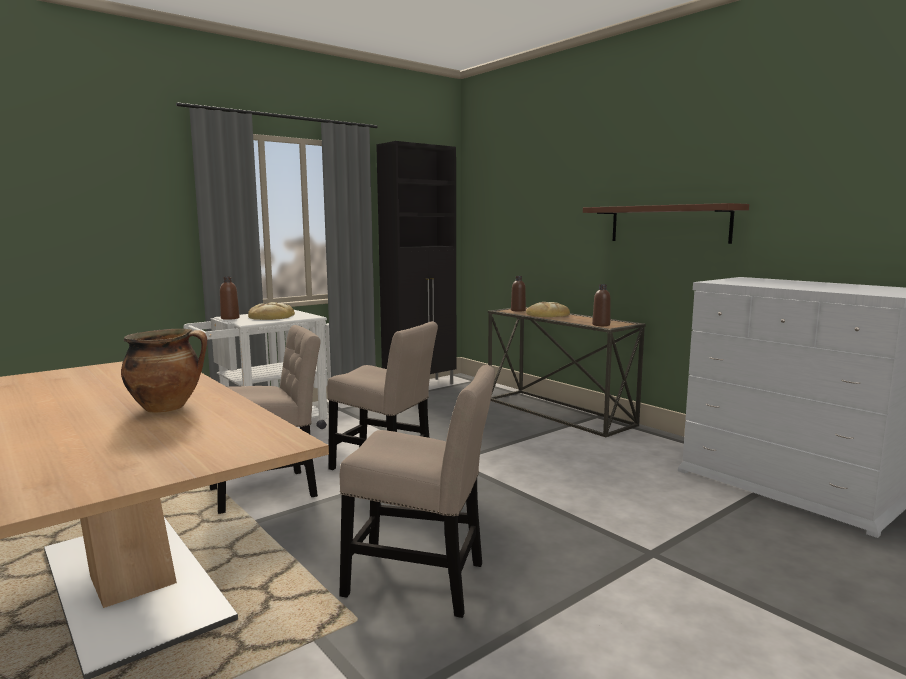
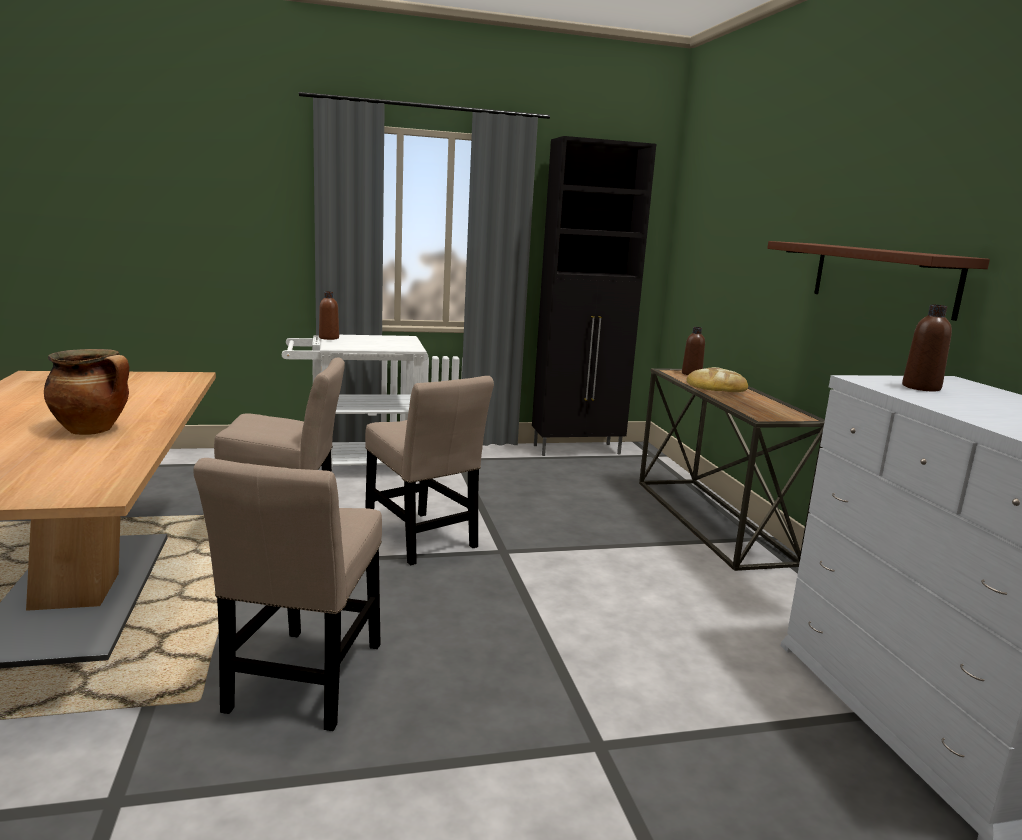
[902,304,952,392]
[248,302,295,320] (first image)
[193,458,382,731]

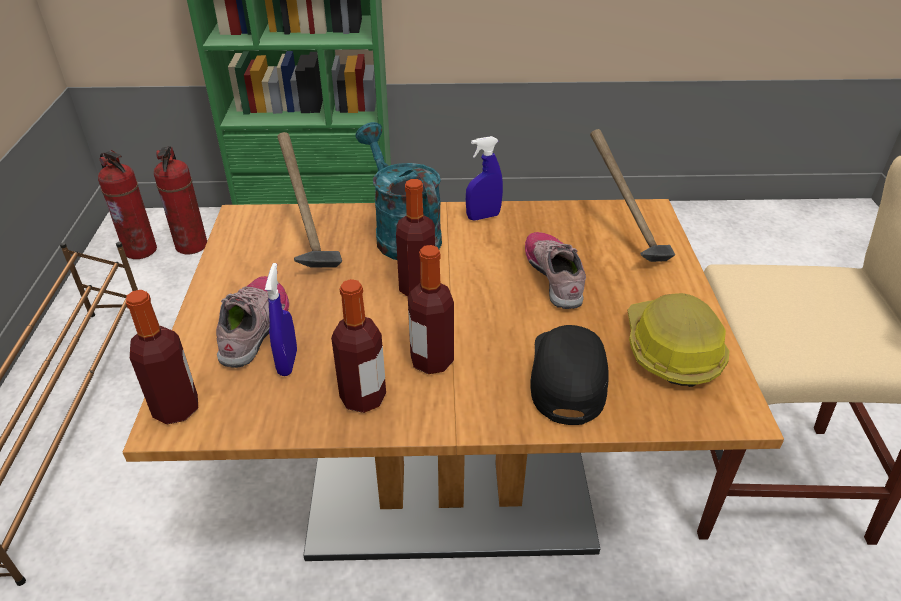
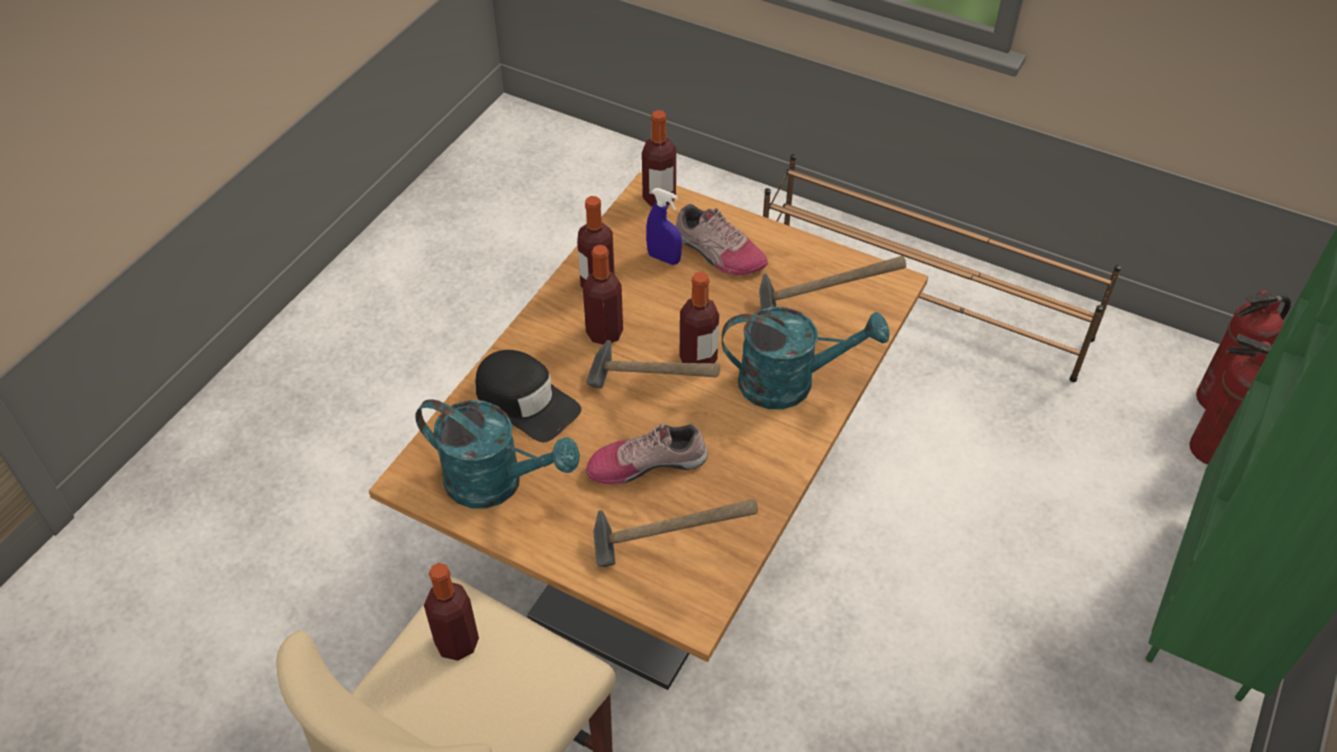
[466,136,503,221] (first image)
[586,423,708,485]
[415,399,580,509]
[586,340,720,388]
[424,563,479,661]

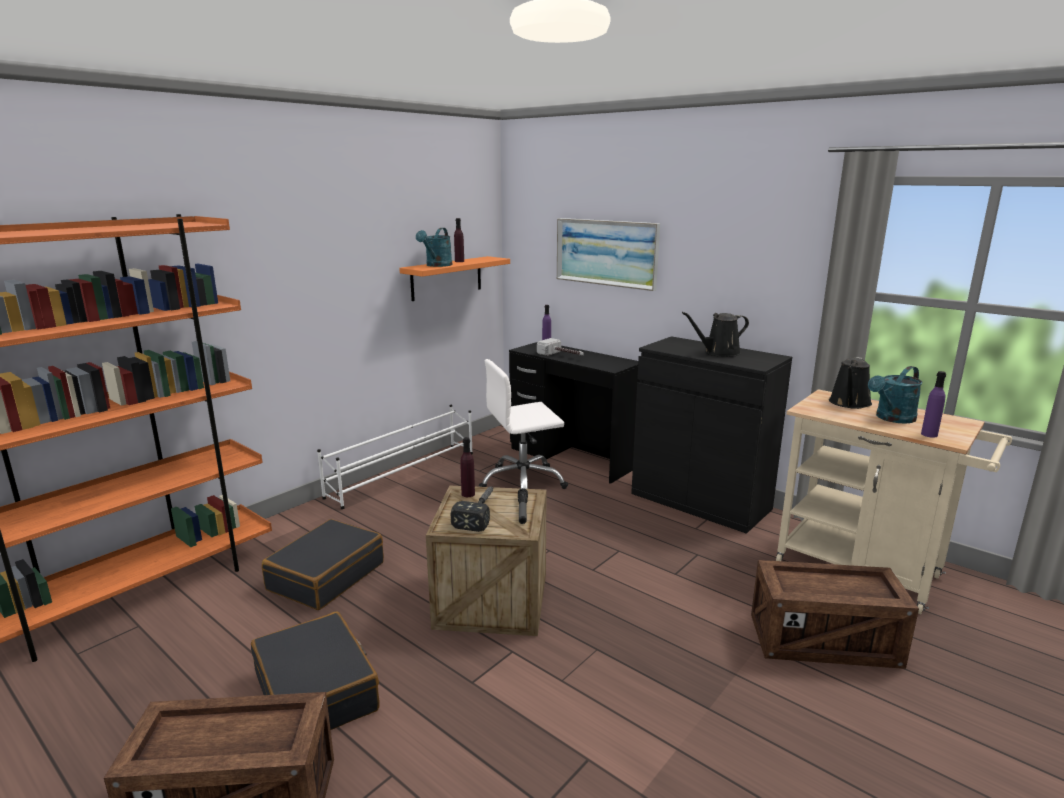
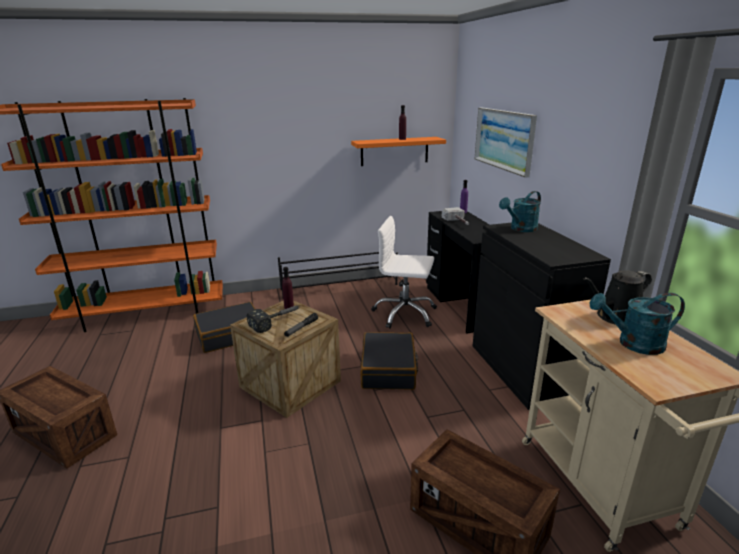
[499,191,541,232]
[682,312,749,356] (first image)
[921,371,946,438] (first image)
[278,252,398,298]
[360,332,419,390]

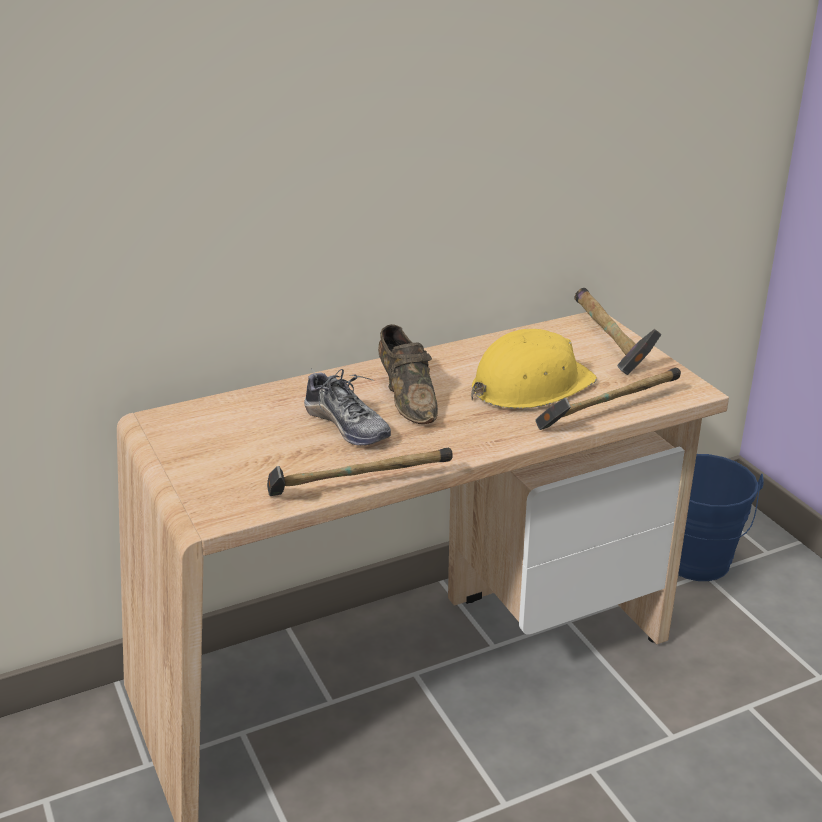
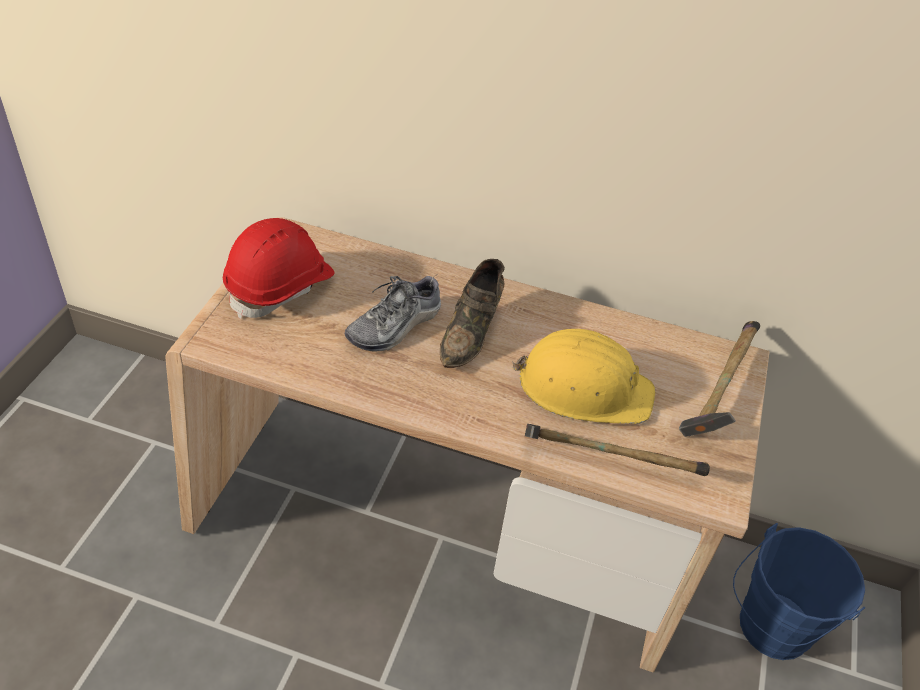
[345,275,441,352]
[267,448,453,496] (first image)
[223,218,335,319]

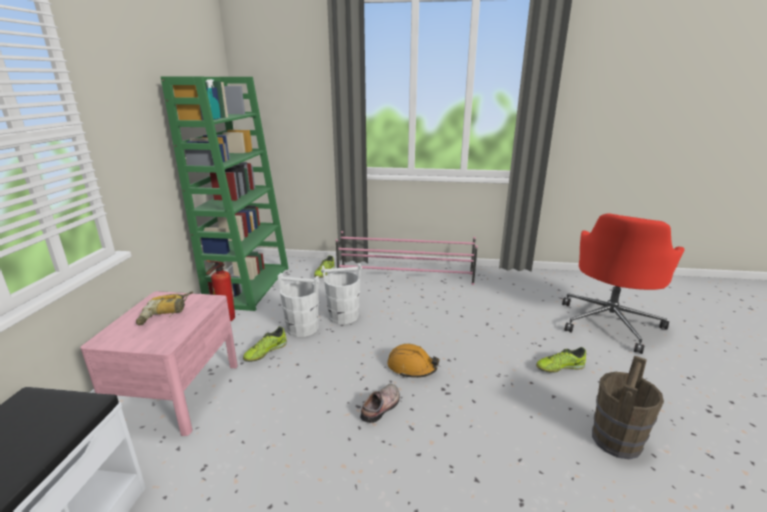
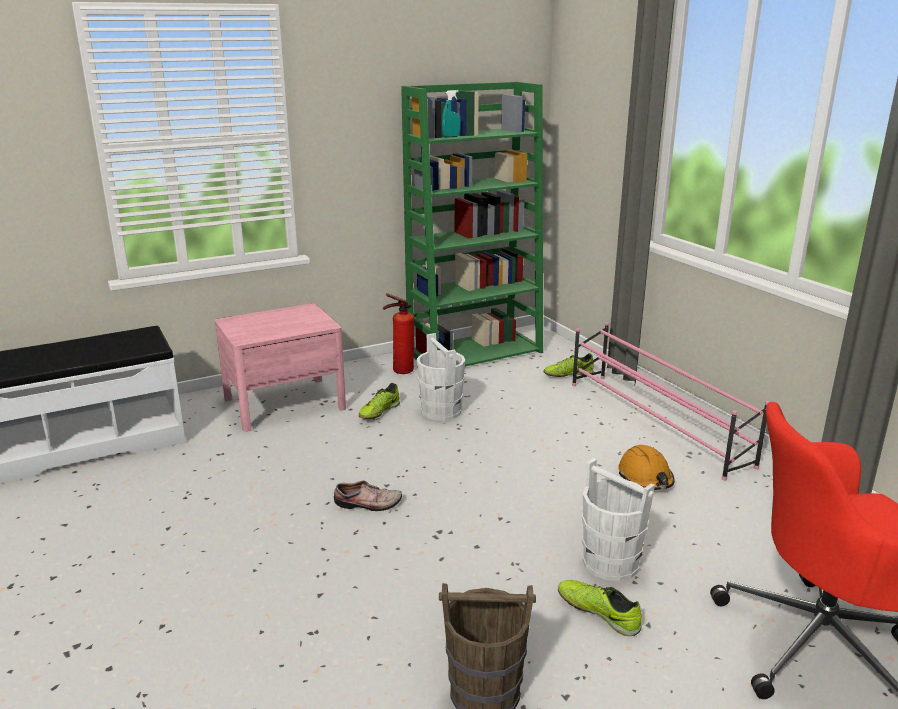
[582,458,655,581]
[136,292,193,325] (first image)
[359,383,400,419]
[618,445,675,490]

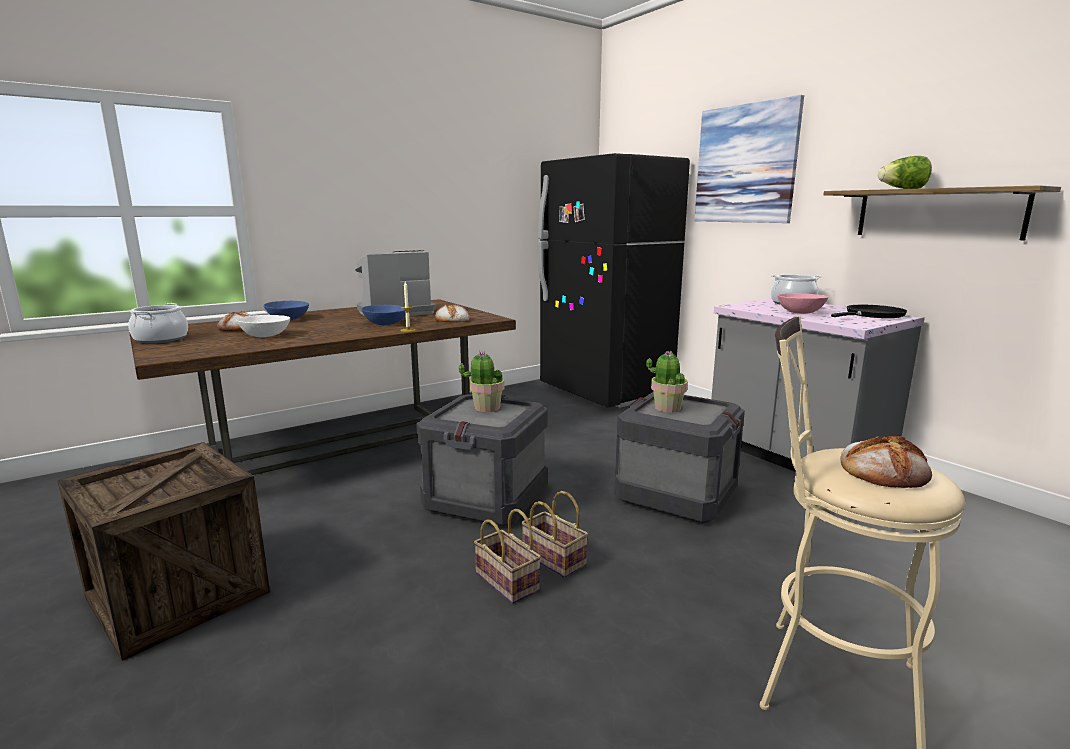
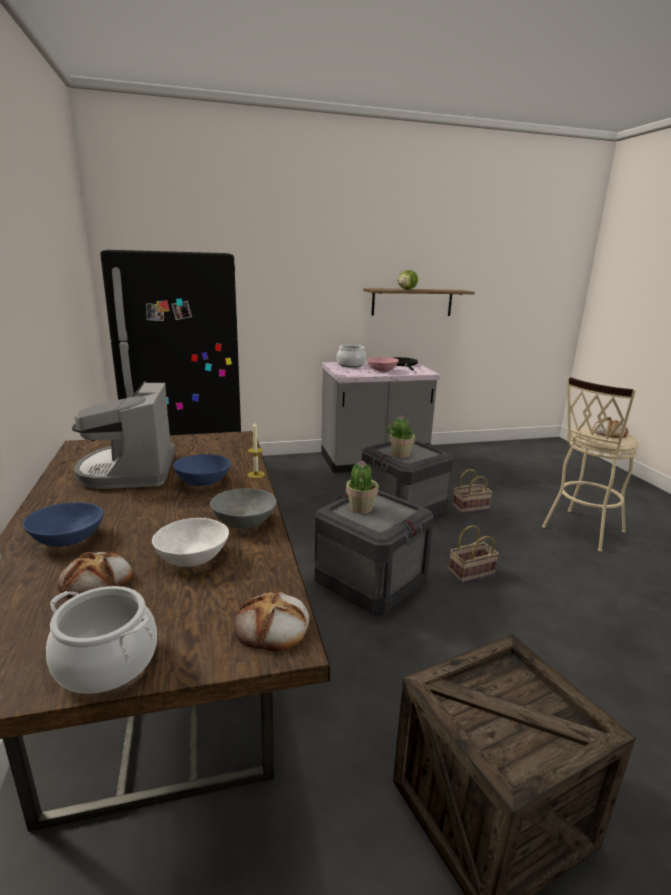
[695,95,804,223] (first image)
[234,591,309,651]
[452,469,492,513]
[210,488,277,528]

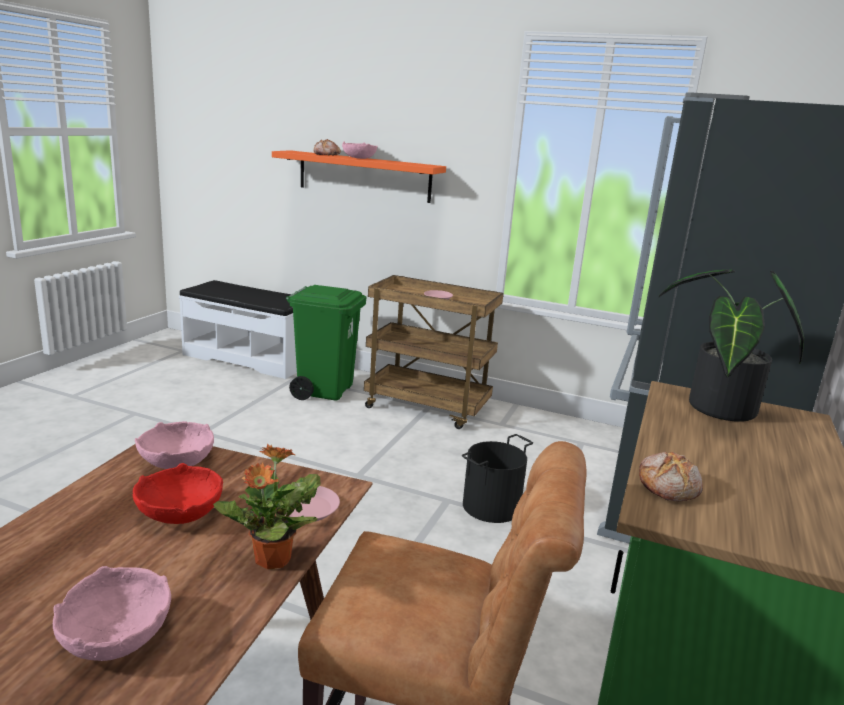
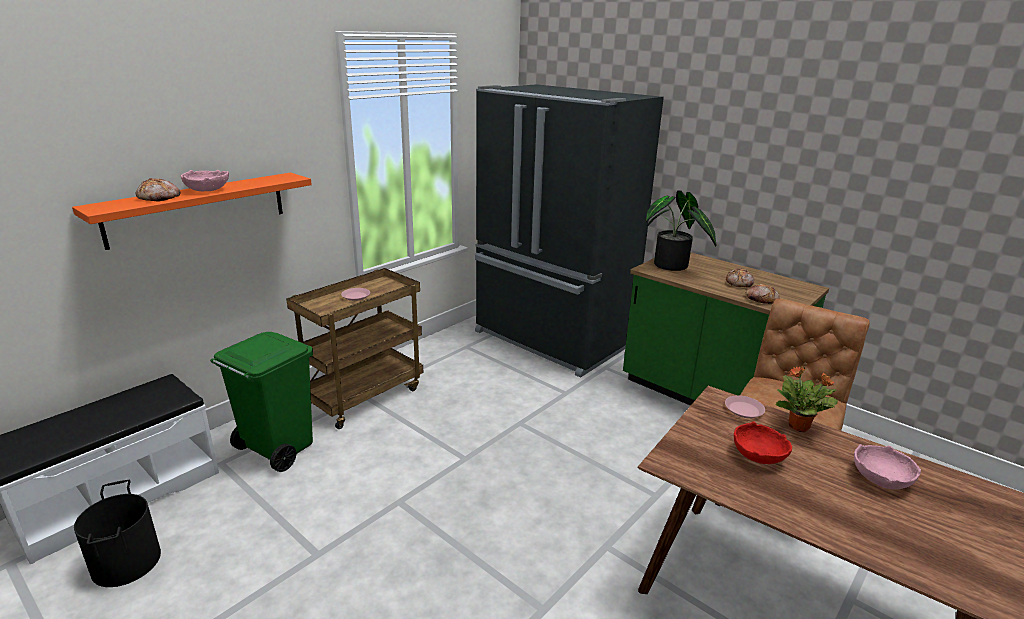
[135,421,214,469] (first image)
[74,480,161,587]
[726,268,754,287]

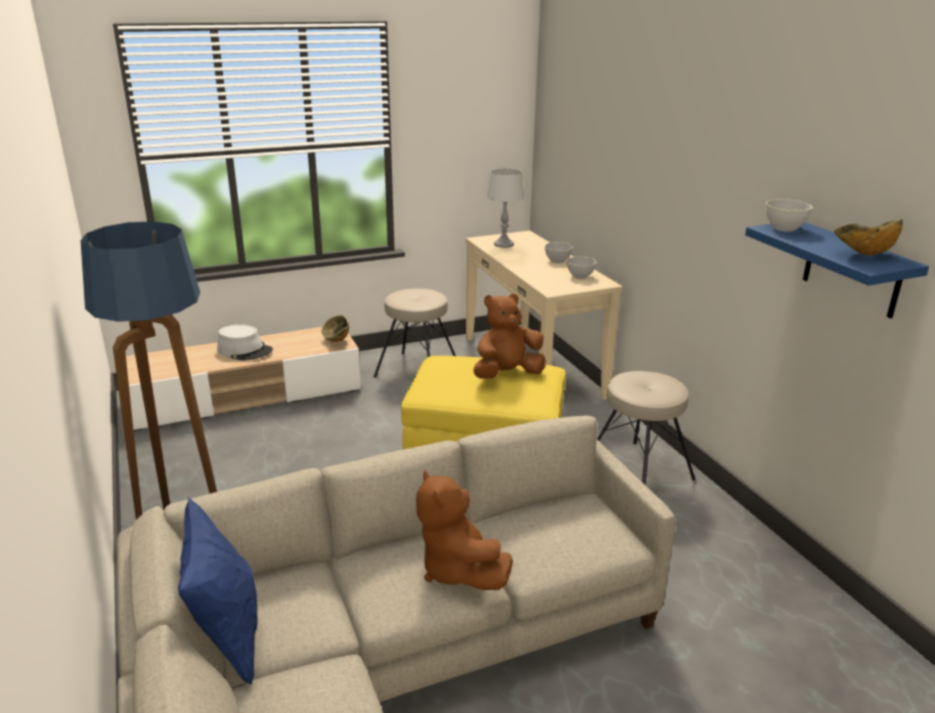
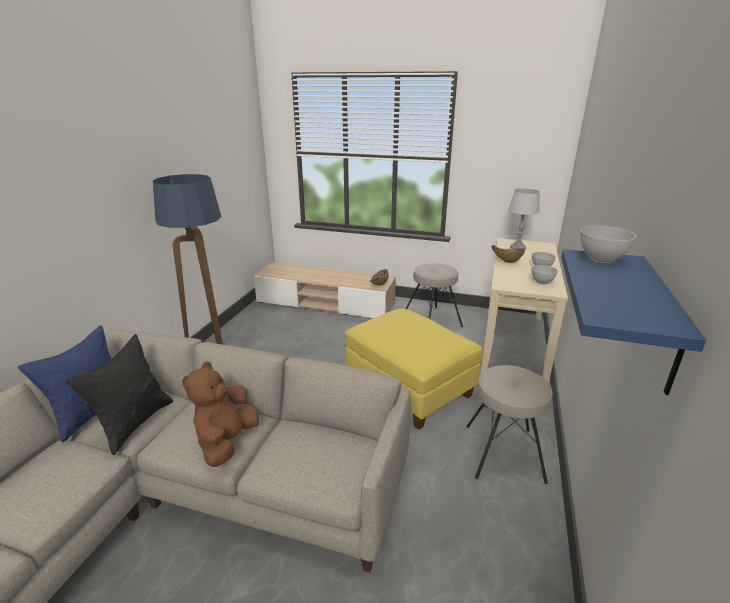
[491,245,525,263]
[474,293,546,378] (first image)
[217,324,273,361] (first image)
[66,334,173,455]

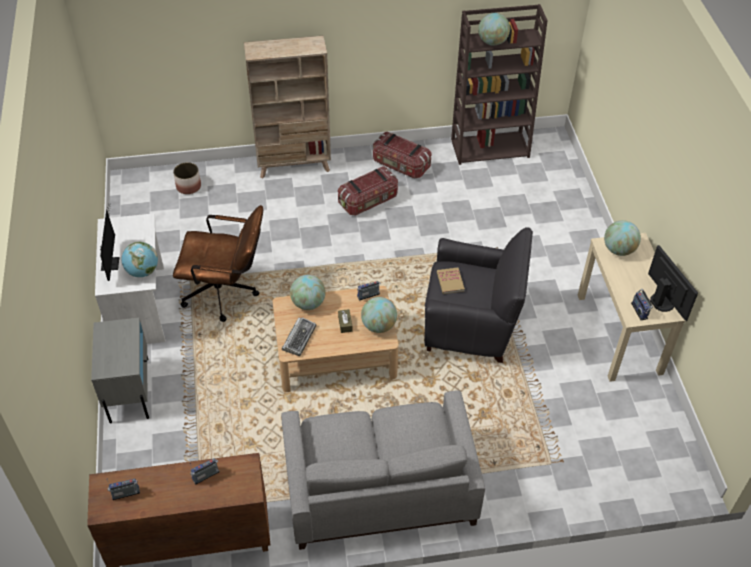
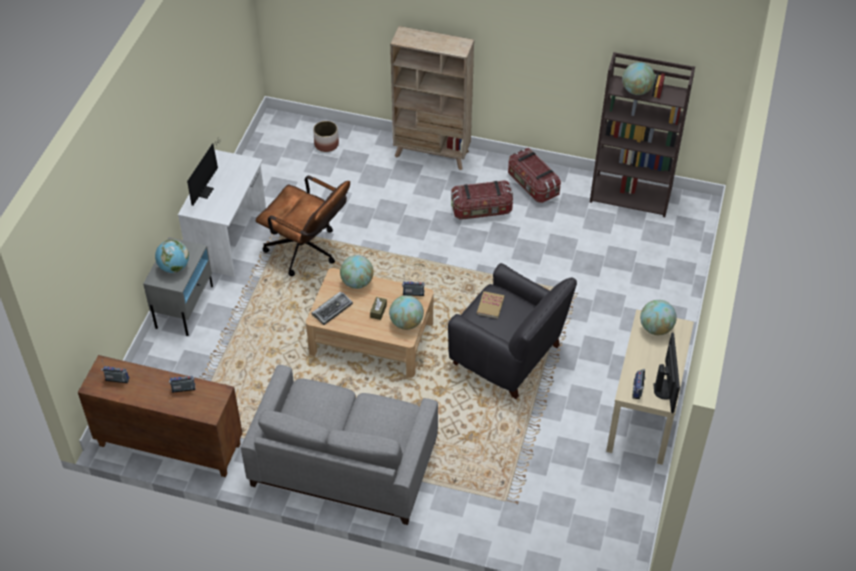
[155,239,189,273]

